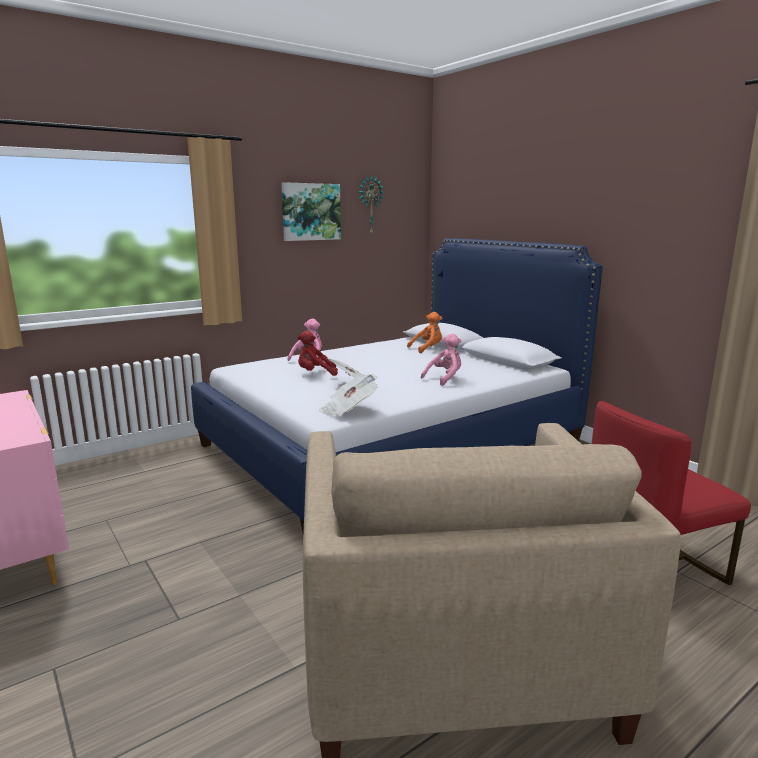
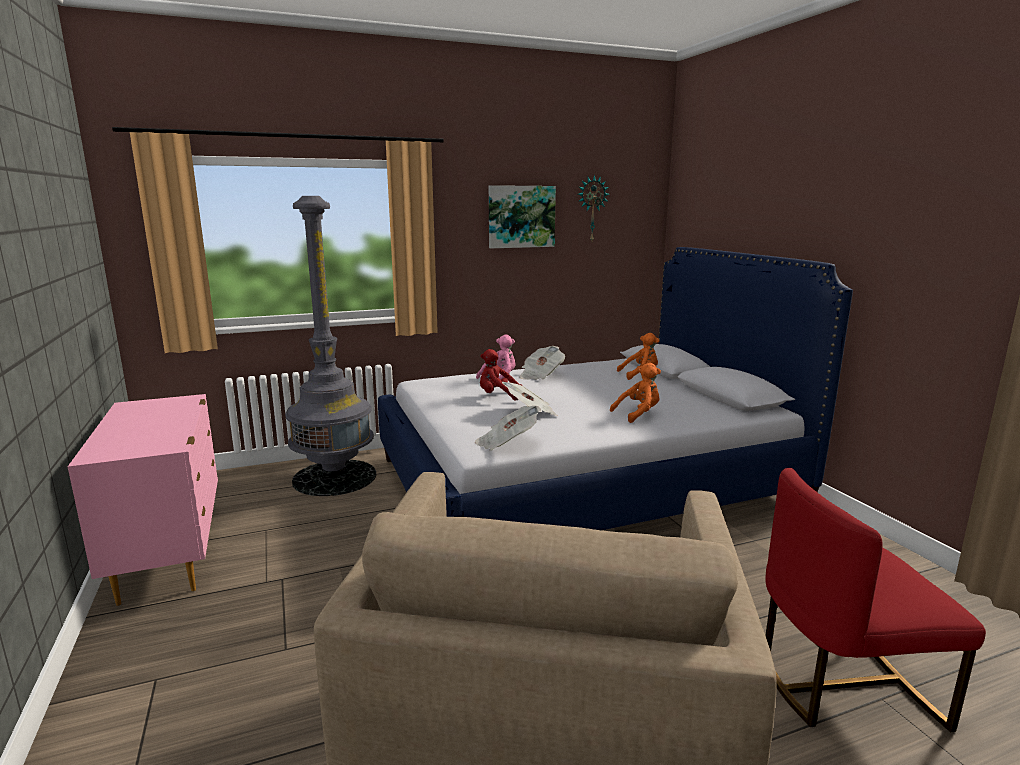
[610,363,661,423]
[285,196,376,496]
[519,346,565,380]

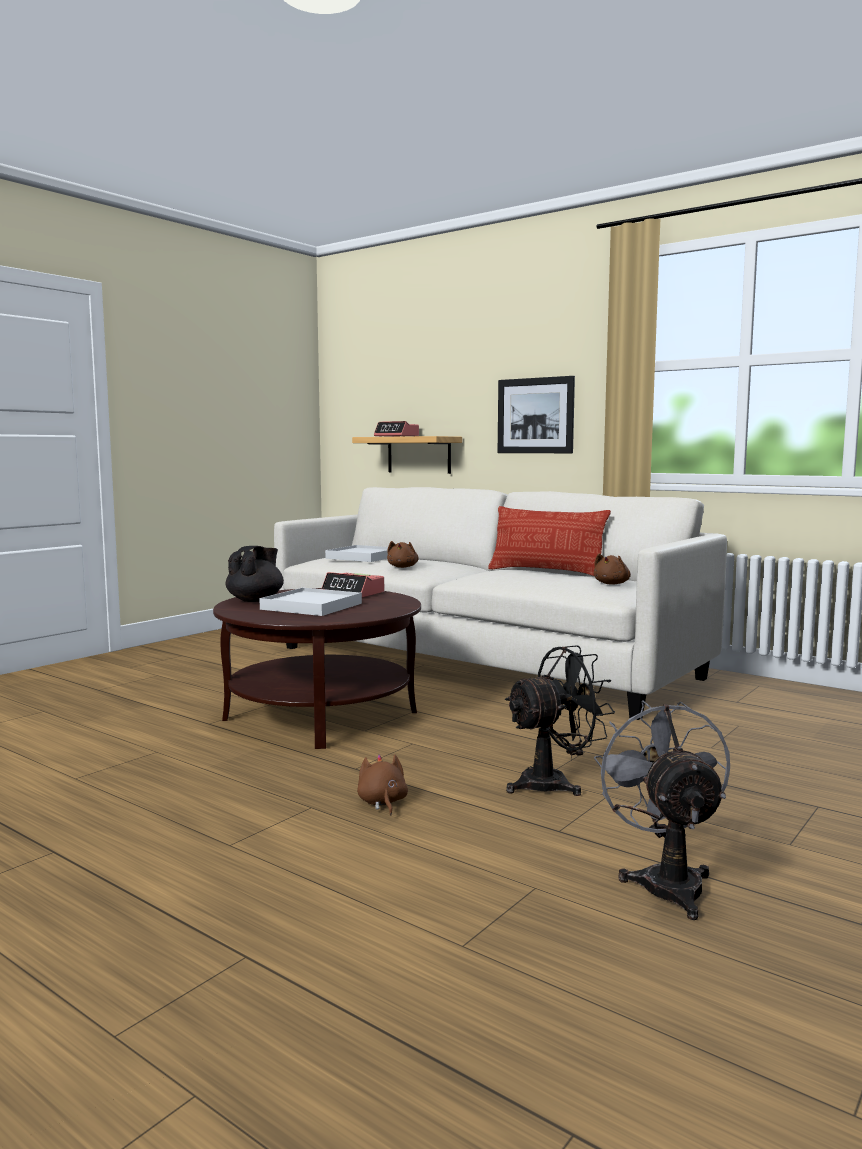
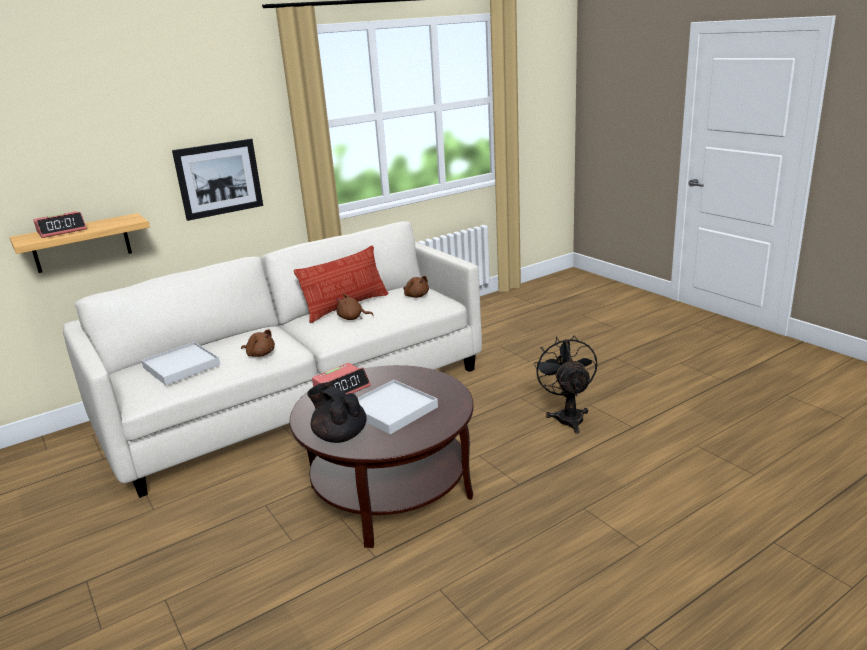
[594,700,730,920] (first image)
[336,294,374,320]

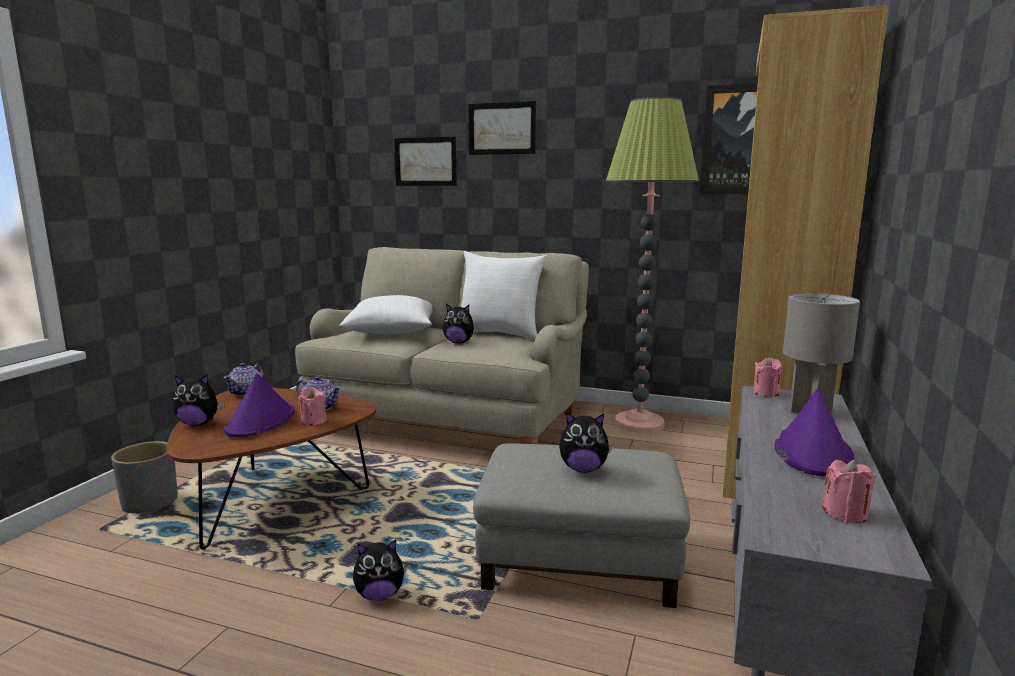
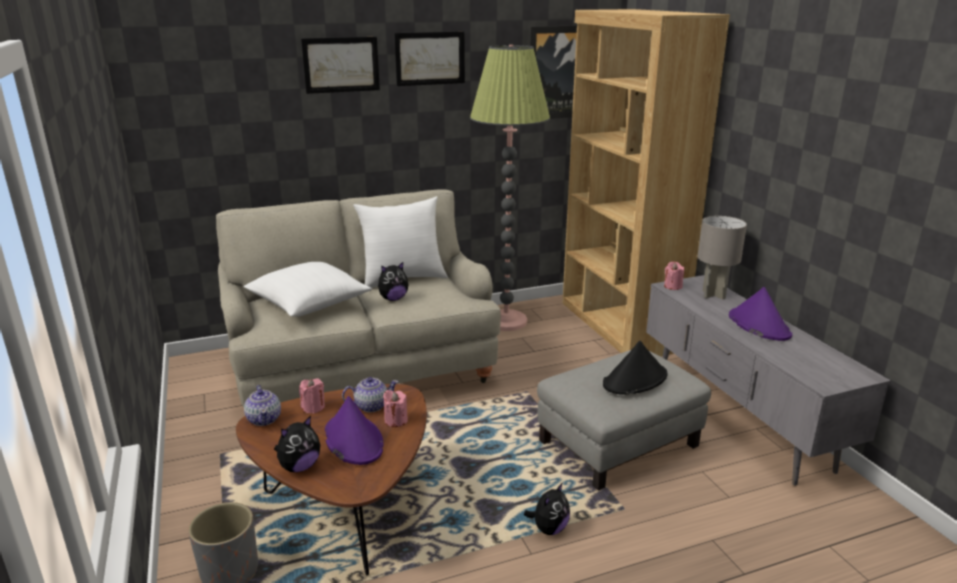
[394,31,465,86]
[603,341,667,395]
[299,378,325,413]

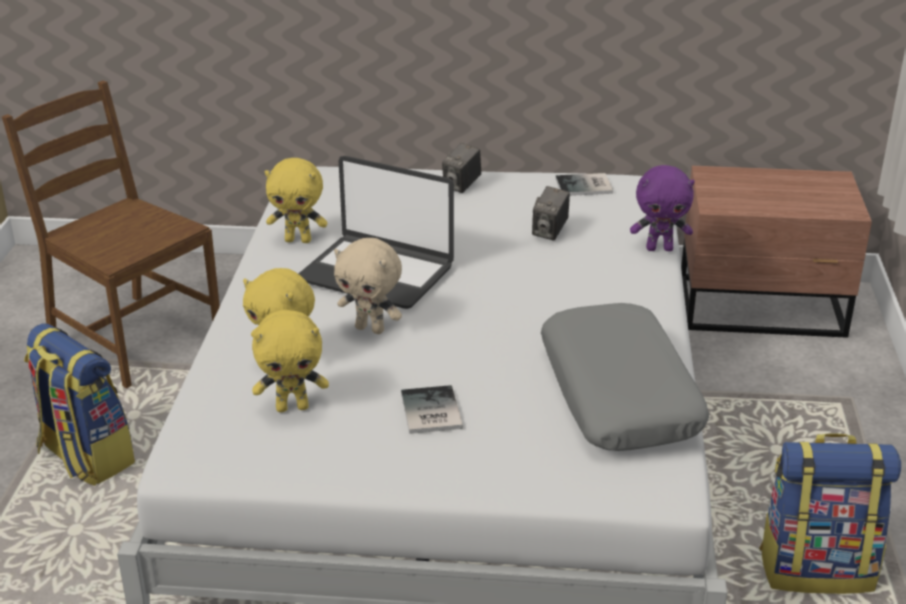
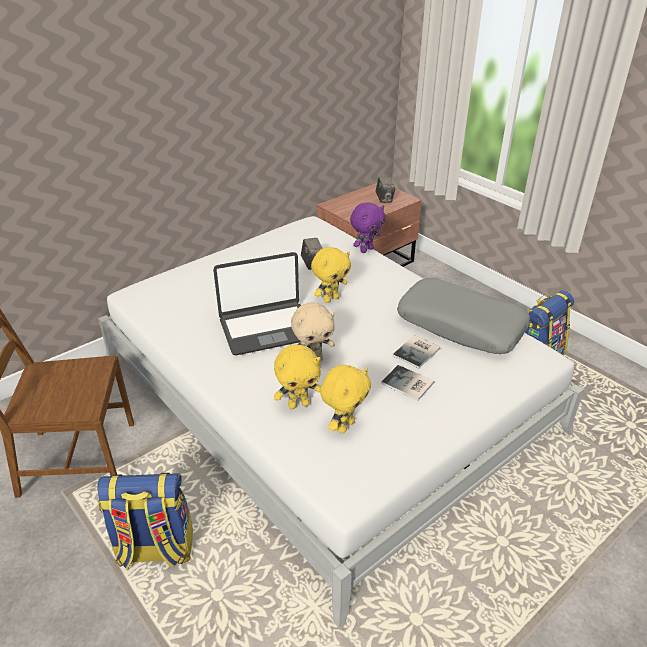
[375,177,395,203]
[311,247,351,303]
[392,335,440,369]

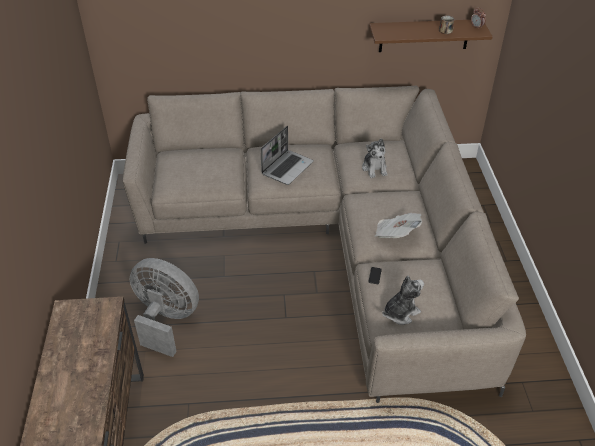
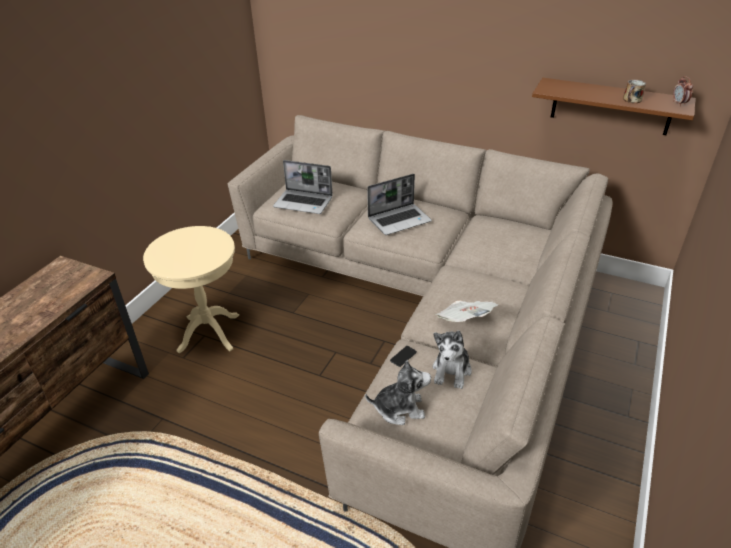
[433,330,472,389]
[143,226,239,353]
[273,160,333,214]

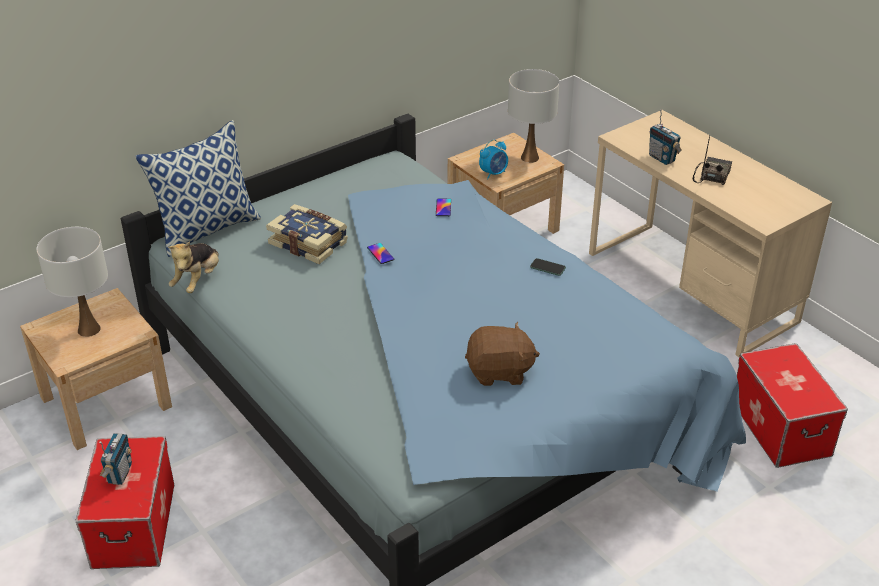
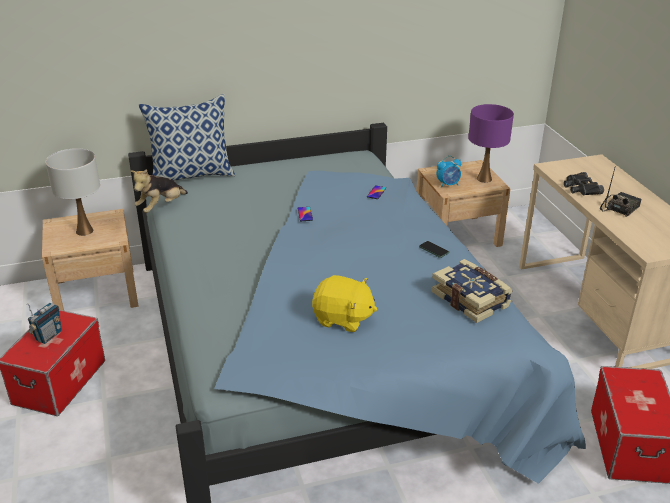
[468,104,514,183]
[564,172,604,196]
[431,259,513,323]
[312,275,377,332]

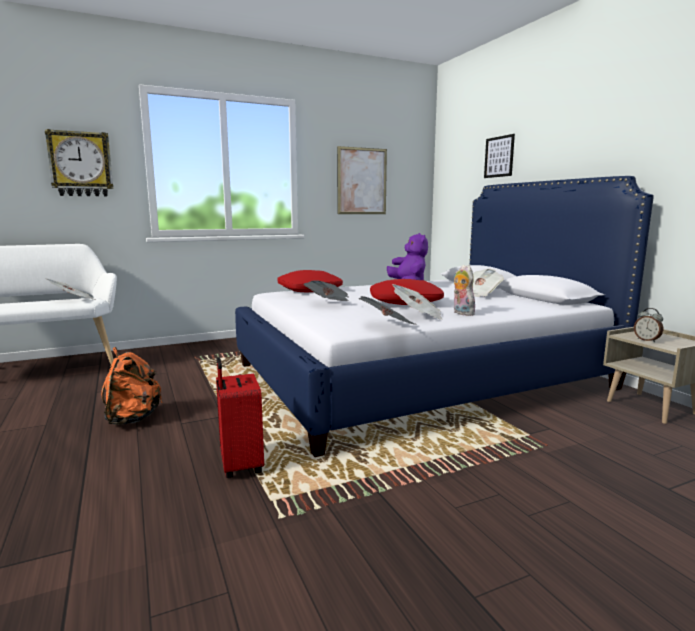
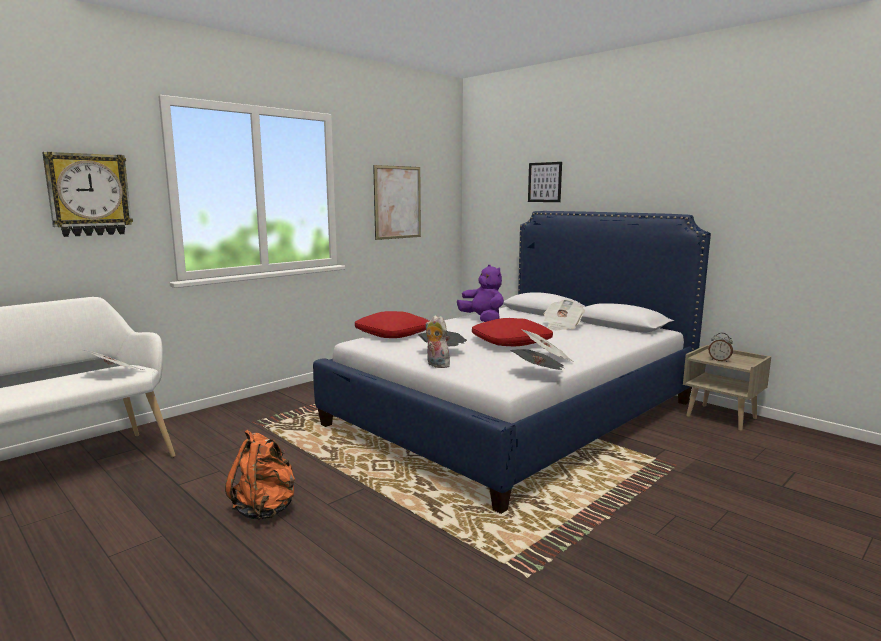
[425,315,451,368]
[216,357,264,478] (first image)

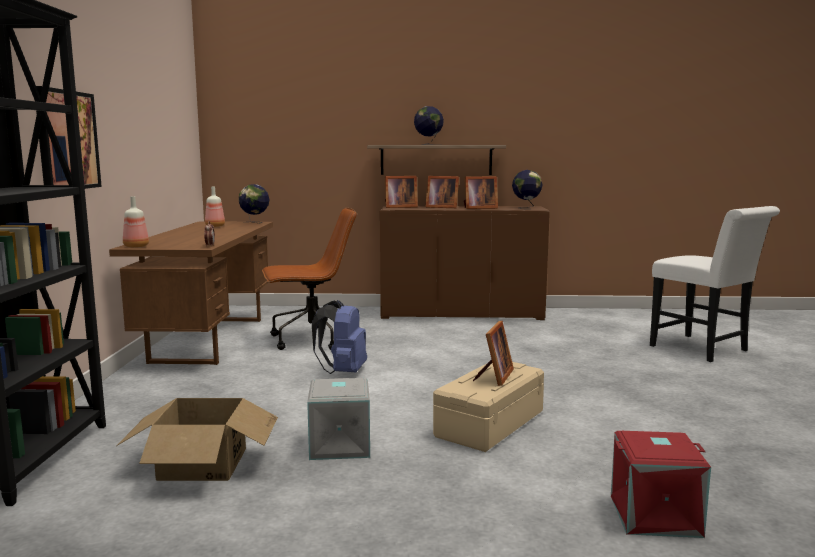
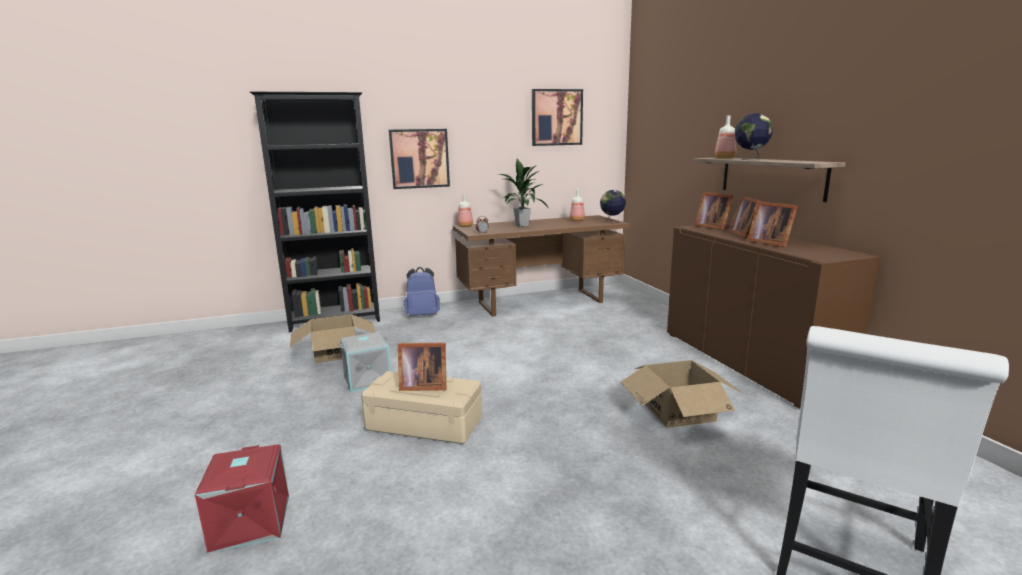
[512,170,543,209] (first image)
[262,207,357,350] (first image)
[404,267,440,316]
[532,89,583,146]
[715,115,736,159]
[499,159,549,227]
[621,360,742,428]

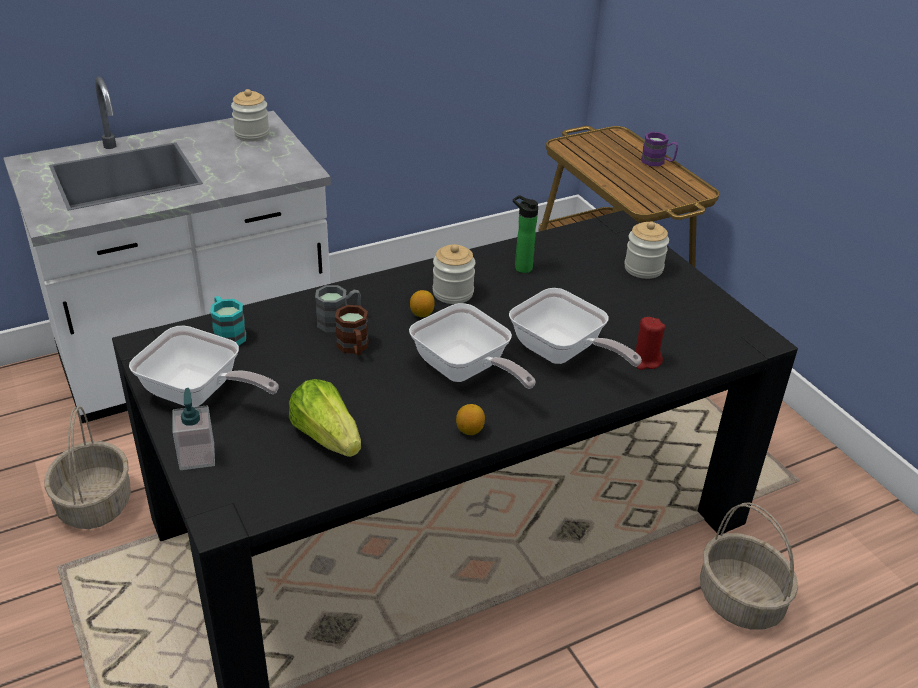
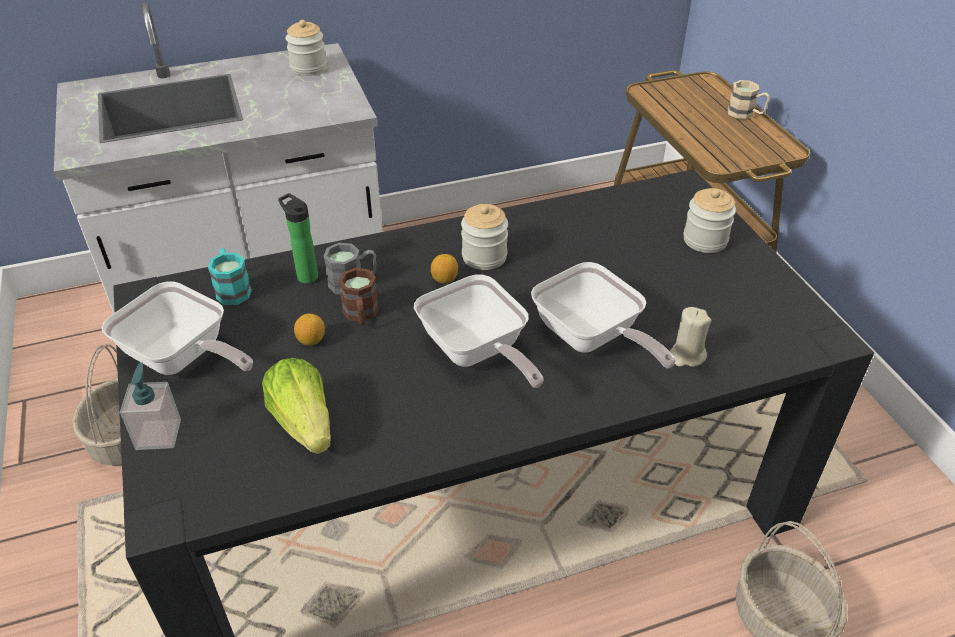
[728,80,770,119]
[278,193,318,284]
[670,307,711,367]
[294,314,325,346]

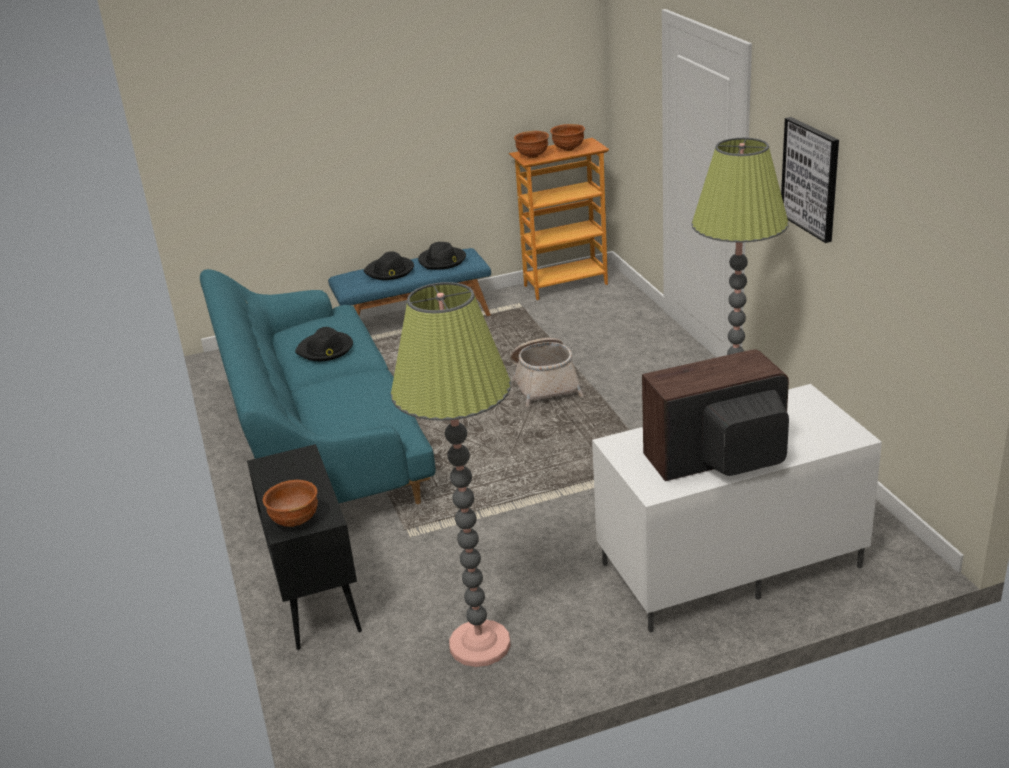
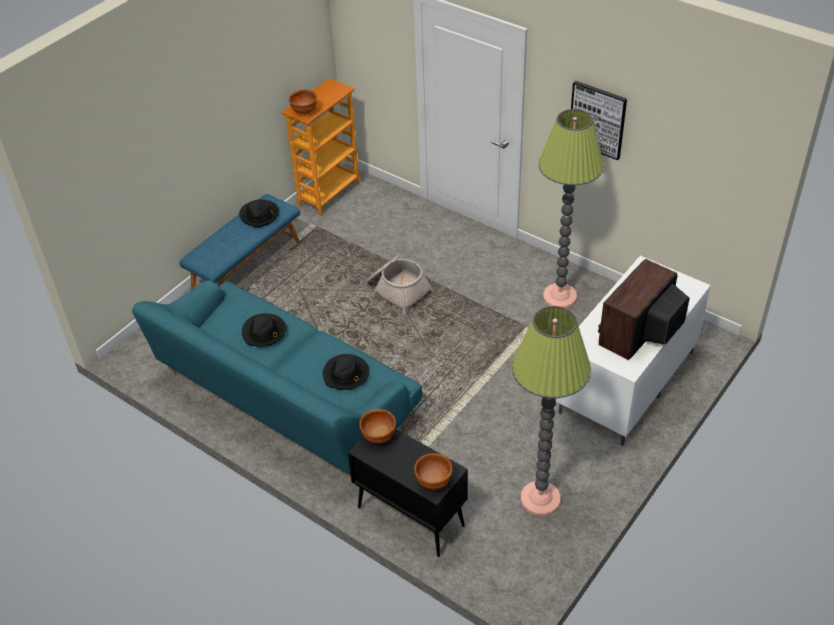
[359,409,396,444]
[323,354,369,390]

